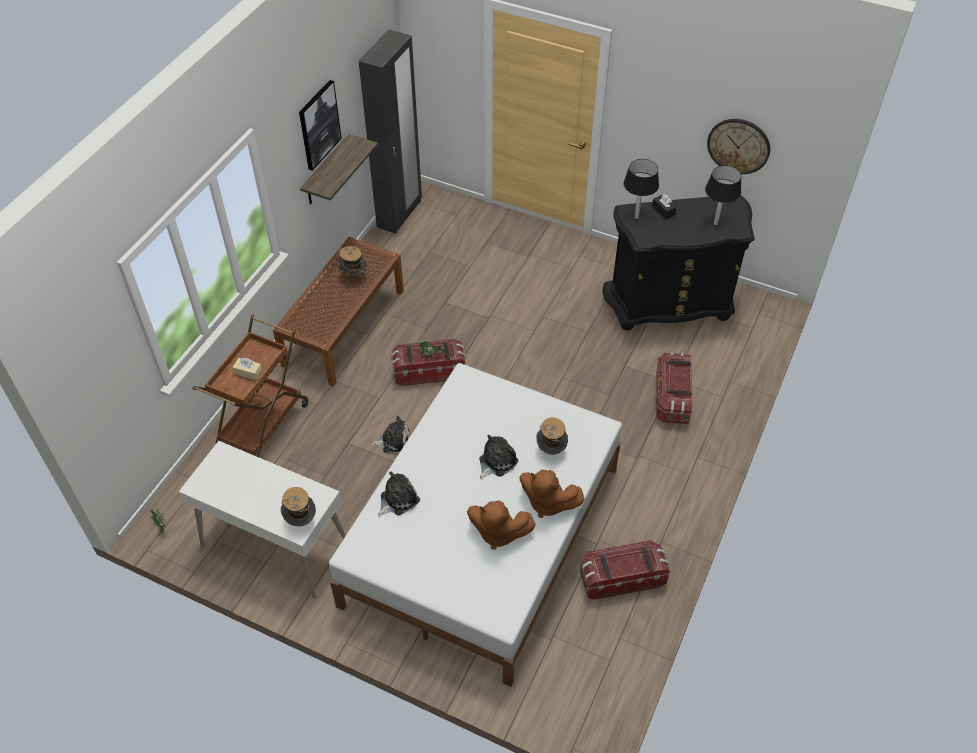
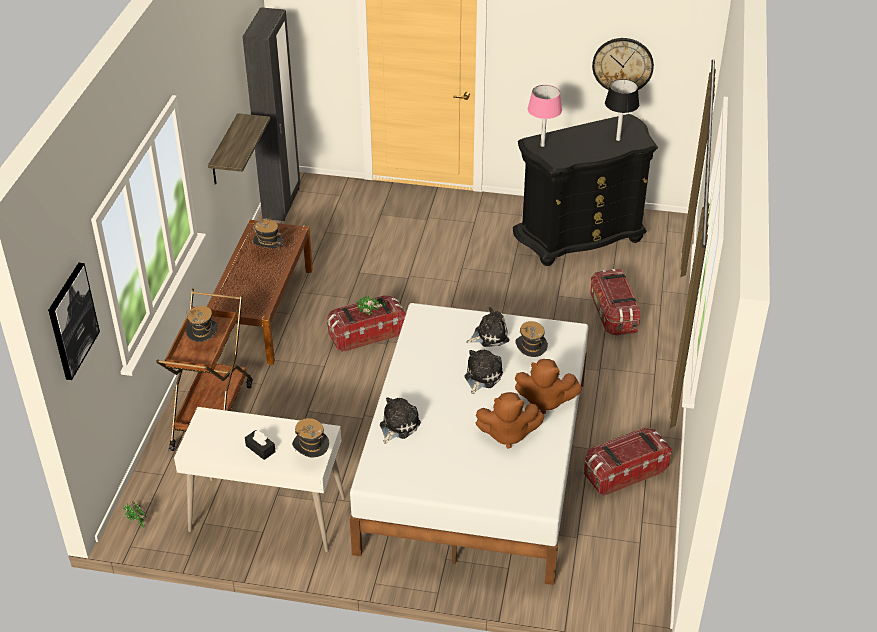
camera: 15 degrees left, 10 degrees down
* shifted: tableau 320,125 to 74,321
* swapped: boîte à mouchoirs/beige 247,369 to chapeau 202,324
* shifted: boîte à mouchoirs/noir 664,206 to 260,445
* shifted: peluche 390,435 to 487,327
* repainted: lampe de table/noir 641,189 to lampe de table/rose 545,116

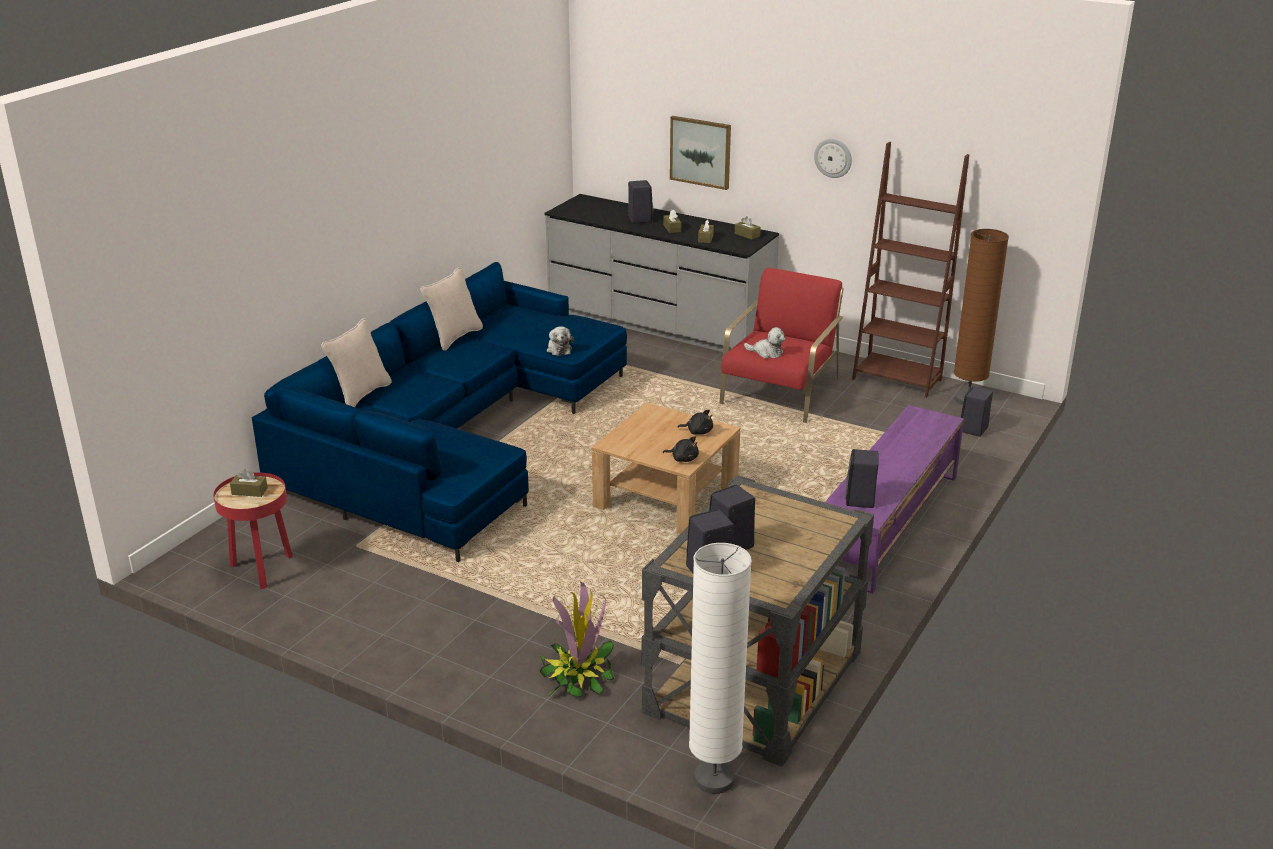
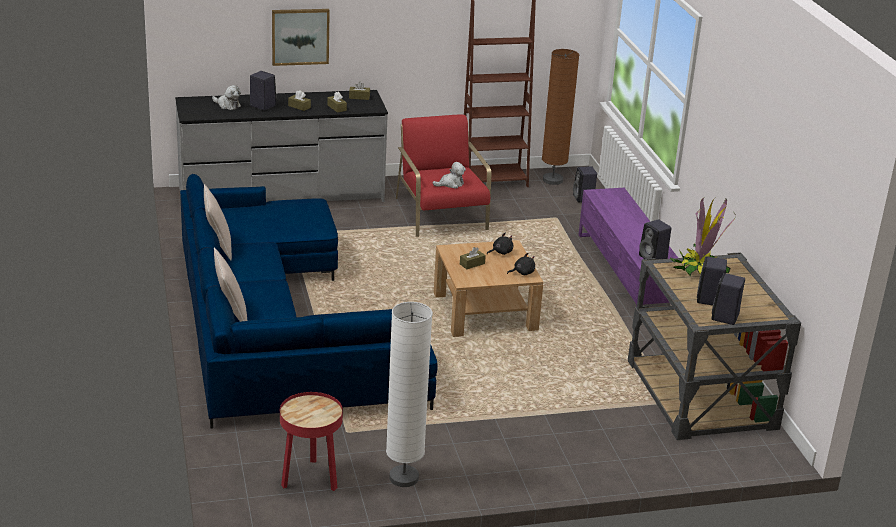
camera: 45 degrees left, 0 degrees up
* shifted: peluche 560,341 to 226,97
* shifted: lampadaire/blanc 720,668 to 409,394
* shifted: boîte à mouchoirs/marron 249,483 to 473,258
* shifted: plante en pot 576,639 to 703,237
* gone: horloge murale 833,158

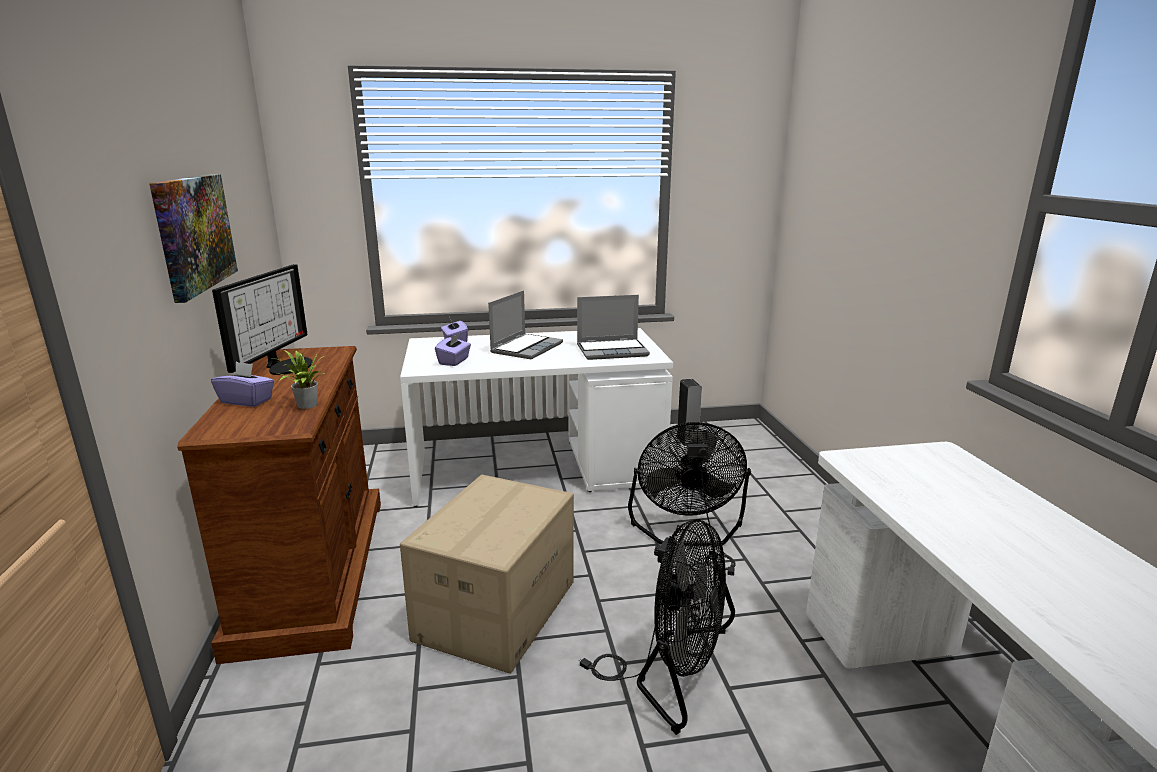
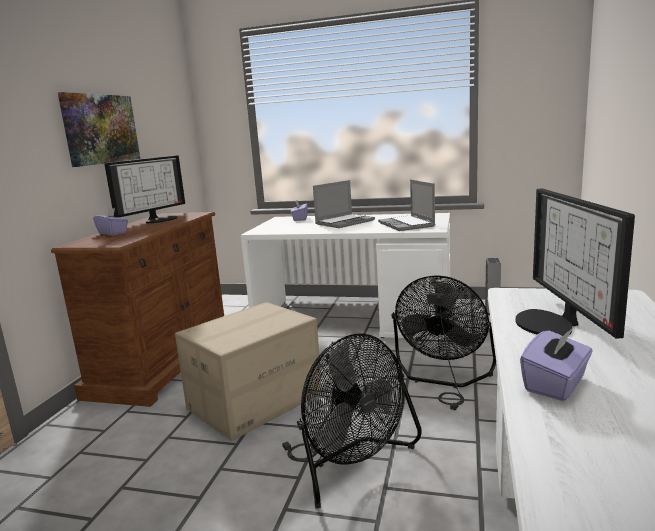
camera: 25 degrees right, 5 degrees down
* rotated: ordinateur portable 613,327 = 407,205 60 degrees clockwise
* new: écran d'ordinateur 575,263
* shifted: boîte à mouchoirs/violet 453,349 to 556,364
* gone: plante en pot 300,379

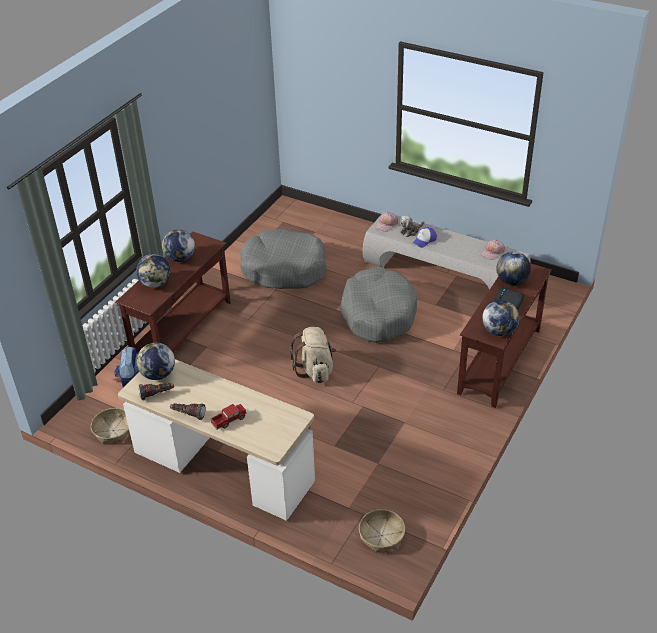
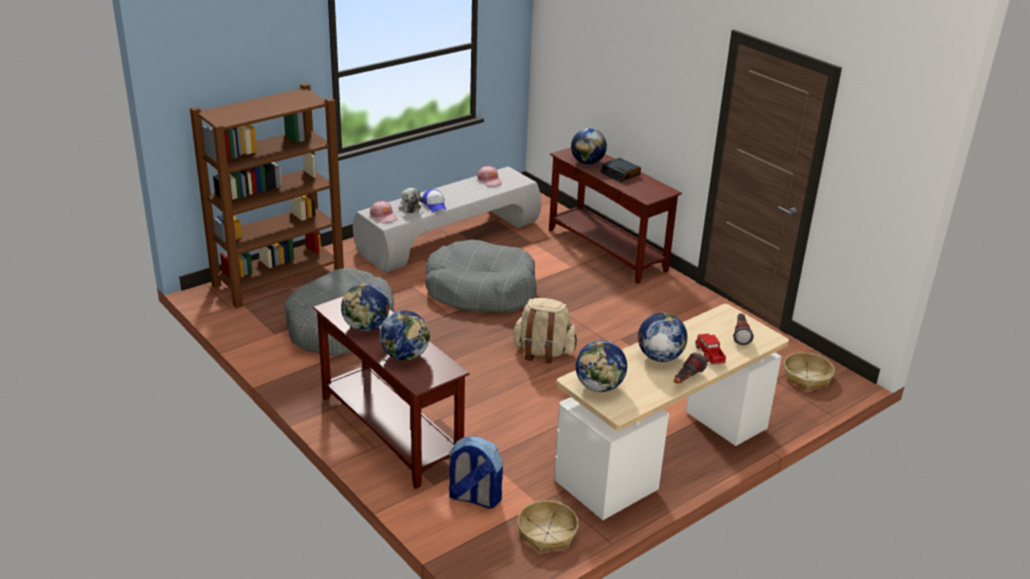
camera: 70 degrees left, 10 degrees down
* new: bibliothèque/marron 267,195
* shifted: globe 500,318 to 663,337
* shifted: lampe de poche 156,391 to 743,329

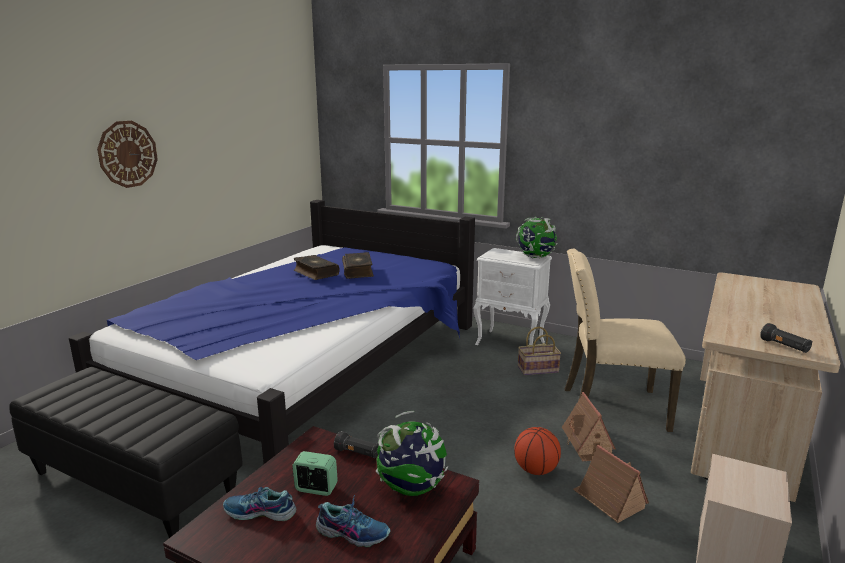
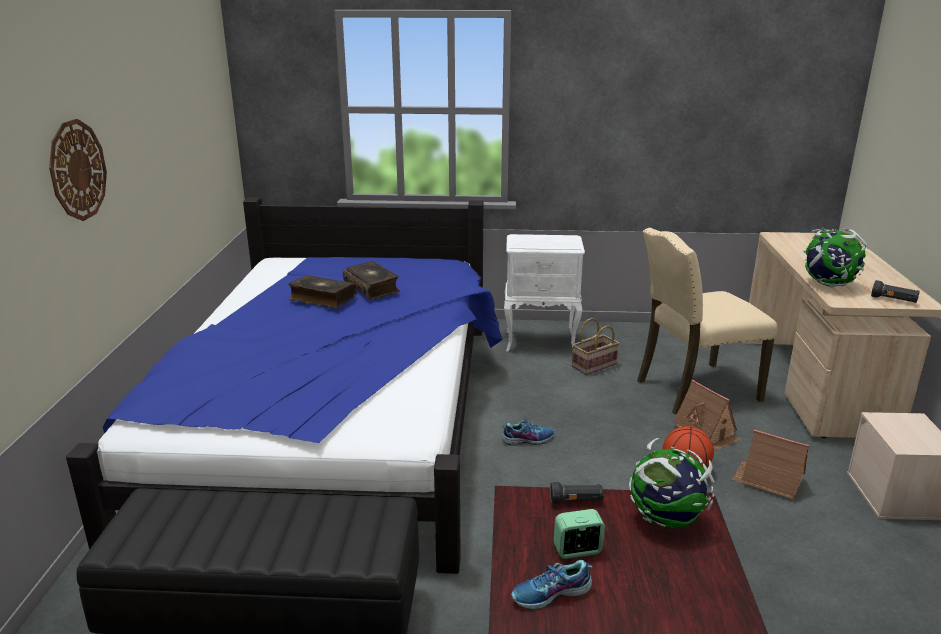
camera: 25 degrees left, 5 degrees up
* shifted: chaussure 353,521 to 527,430
* shifted: globe 536,237 to 836,257

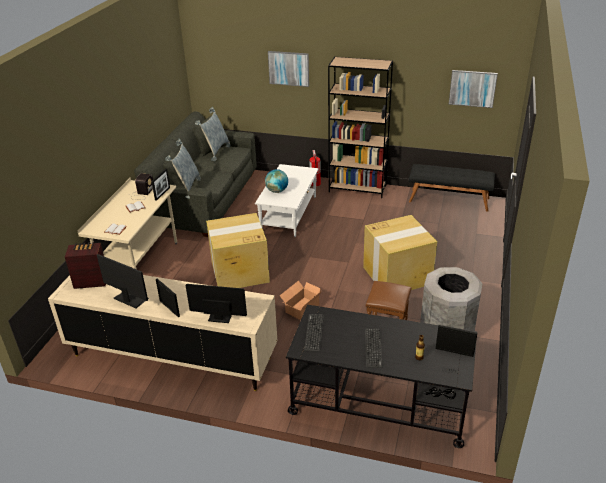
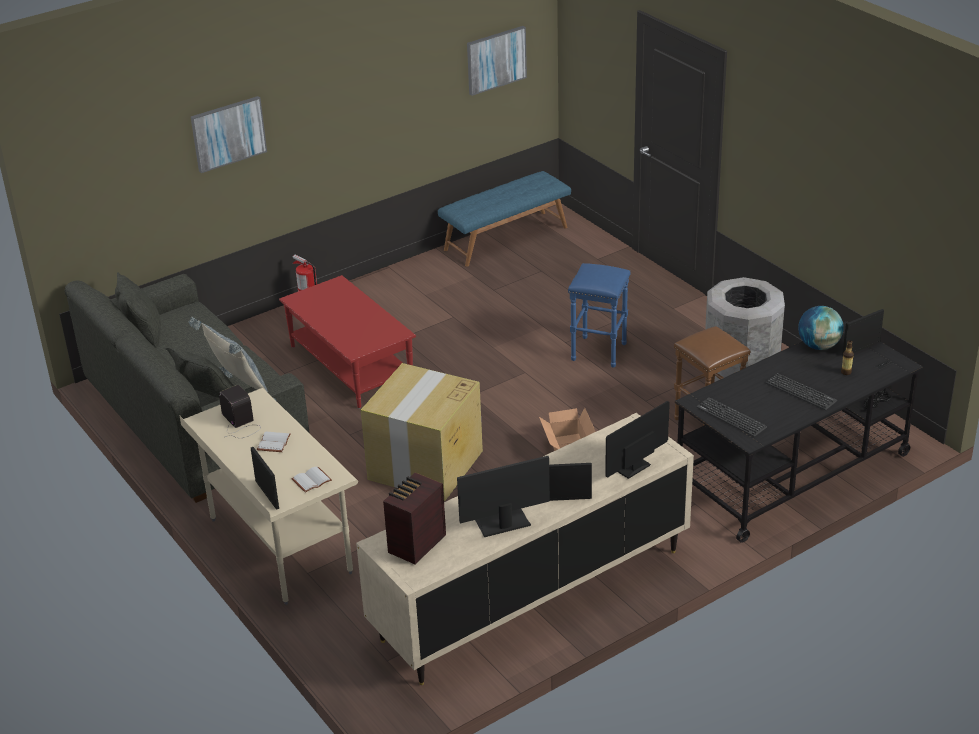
camera: 50 degrees left, 0 degrees up
* shifted: cadre photo 161,185 to 265,478
* repainted: table basse/blanc 287,200 to table basse/rouge 347,342
* repainted: banc/noir 452,188 to banc/bleu 504,219
* swapped: carton 400,252 to tabouret/bleu 599,315
* shifted: globe 276,181 to 821,328
* gone: coussin 212,134
* gone: bibliothèque/beige 360,127

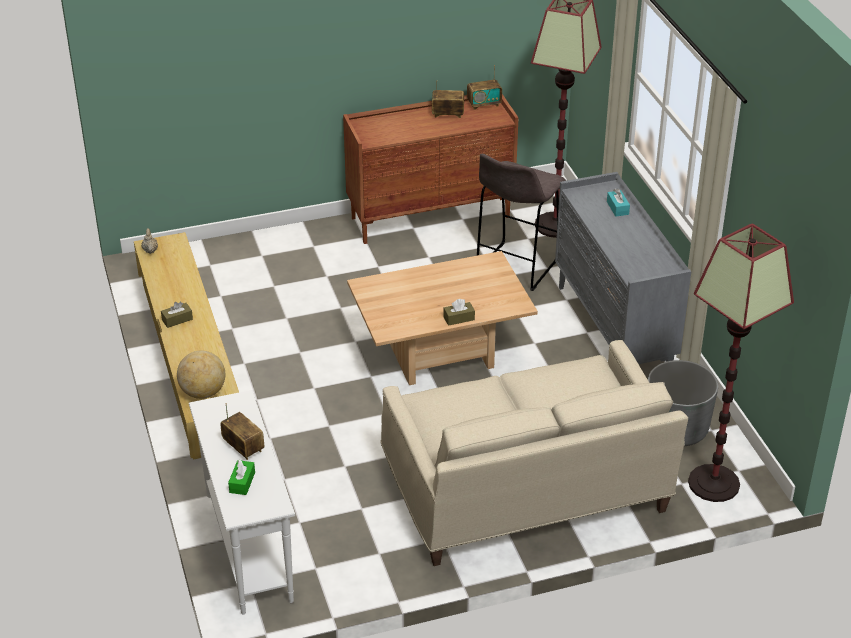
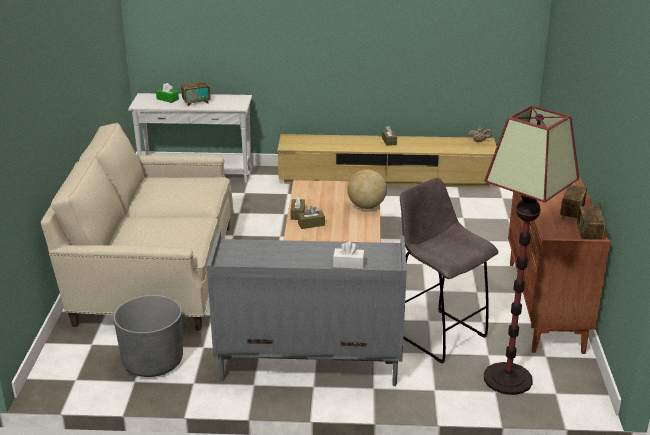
camera: 110 degrees right, 10 degrees down
* new: boîte à mouchoirs/marron 311,217
* repainted: boîte à mouchoirs/turquoise 618,203 to boîte à mouchoirs/blanc 349,255
* shifted: globe 201,374 to 367,189
* gone: lampadaire 741,363

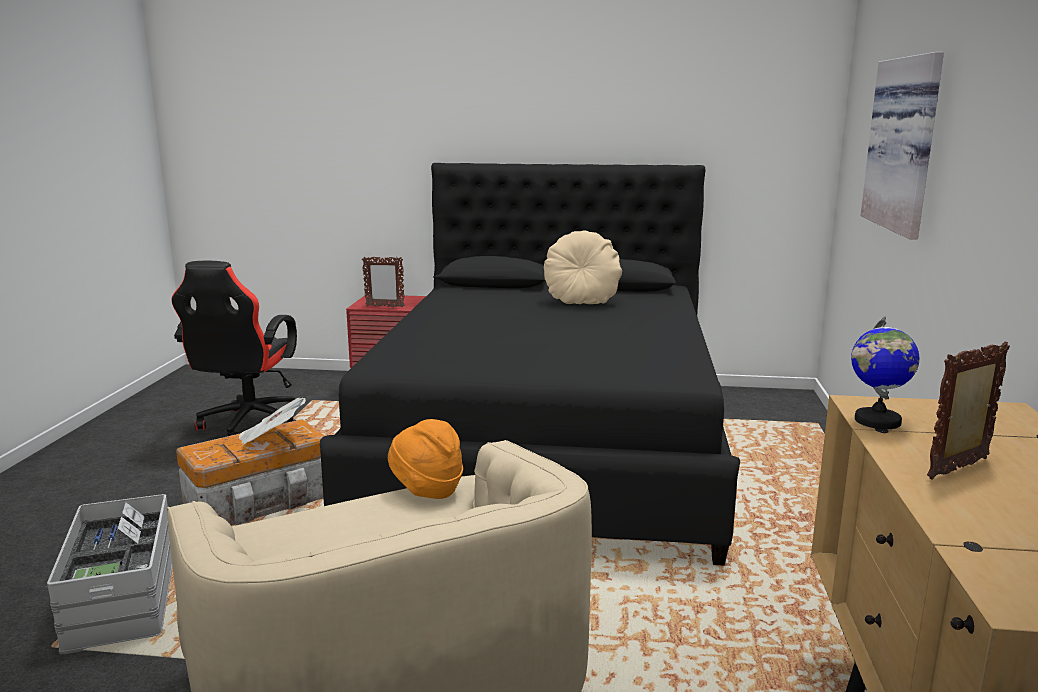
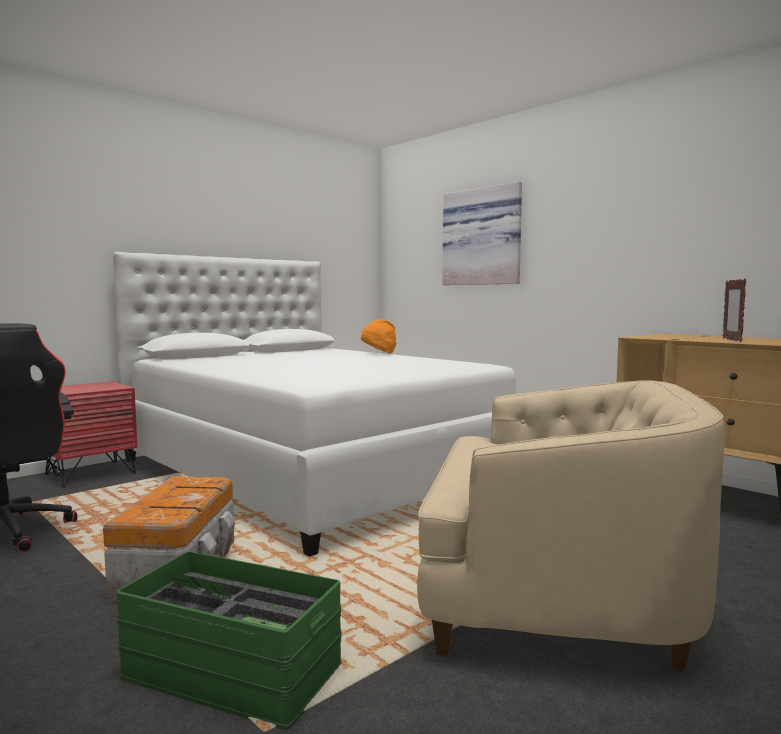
camera: 50 degrees left, 10 degrees down
* repainted: lit/noir 530,364 to lit/blanc 314,404
* repainted: boîte de rangement/gris 109,574 to boîte de rangement/vert 229,640
* shifted: chapeau/orange 425,459 to 378,336
* gone: journal 272,421
* gone: cadre photo 383,282
* gone: coussin/beige 583,267
* gone: globe 885,373

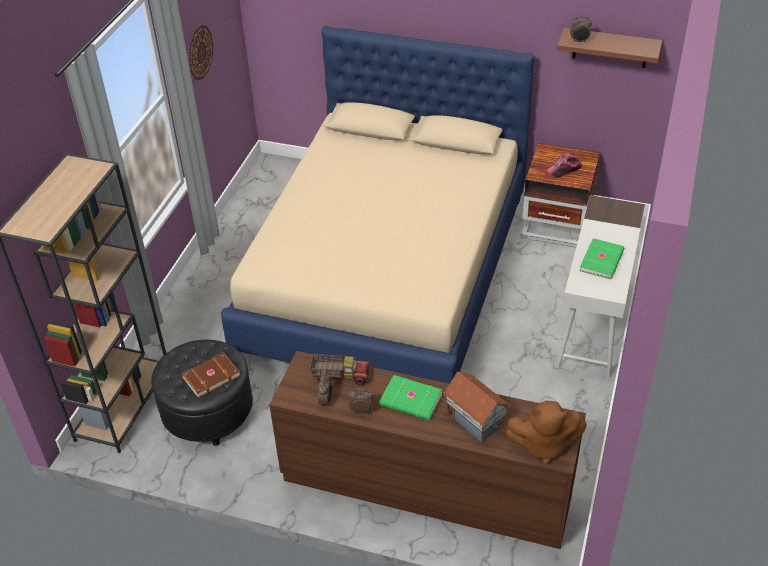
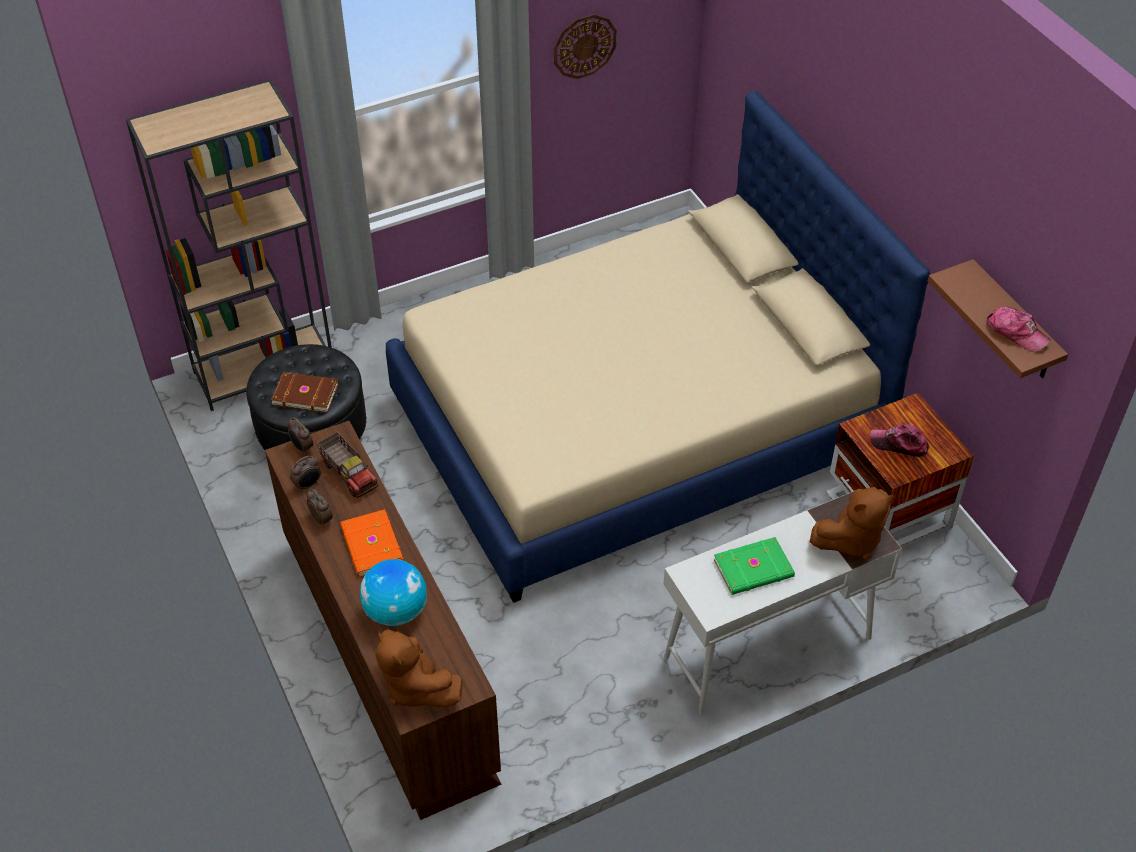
camera: 45 degrees right, 5 degrees up
* shifted: réveil 581,29 to 300,436
* repainted: livre/vert 411,398 to livre/orange 371,543
* swapped: maison miniature 476,407 to globe 393,592
* new: peluche/marron 852,523
* new: casquette 1019,329

